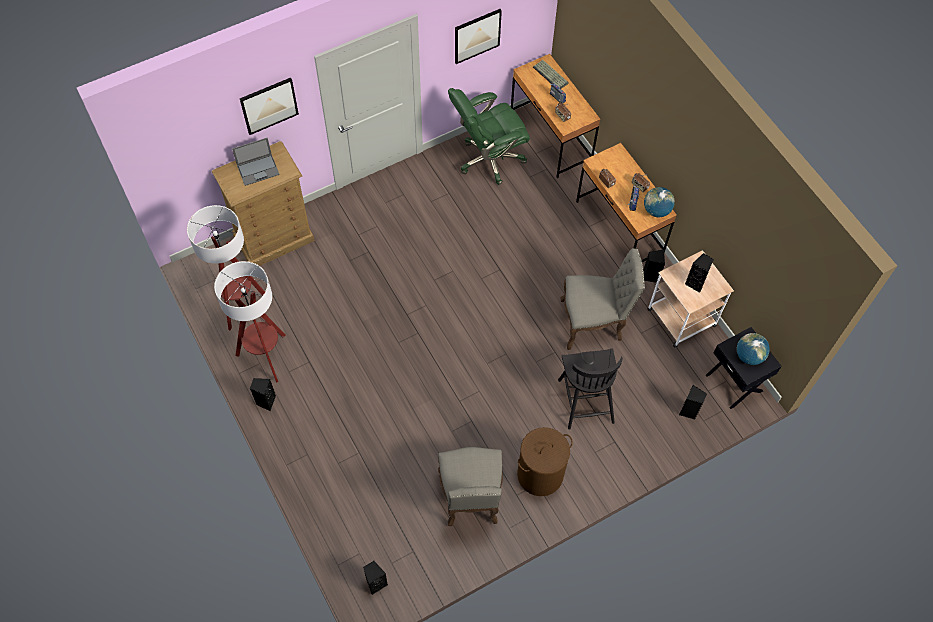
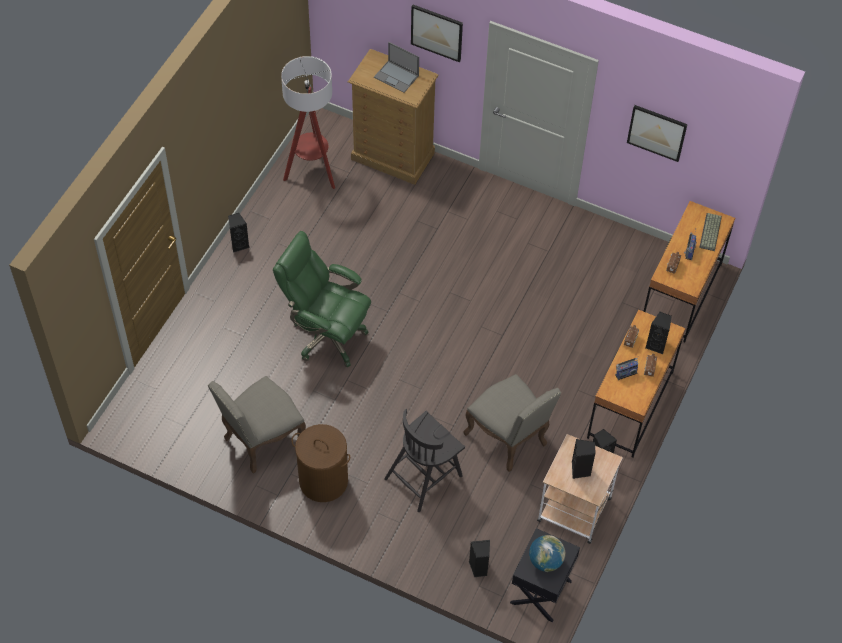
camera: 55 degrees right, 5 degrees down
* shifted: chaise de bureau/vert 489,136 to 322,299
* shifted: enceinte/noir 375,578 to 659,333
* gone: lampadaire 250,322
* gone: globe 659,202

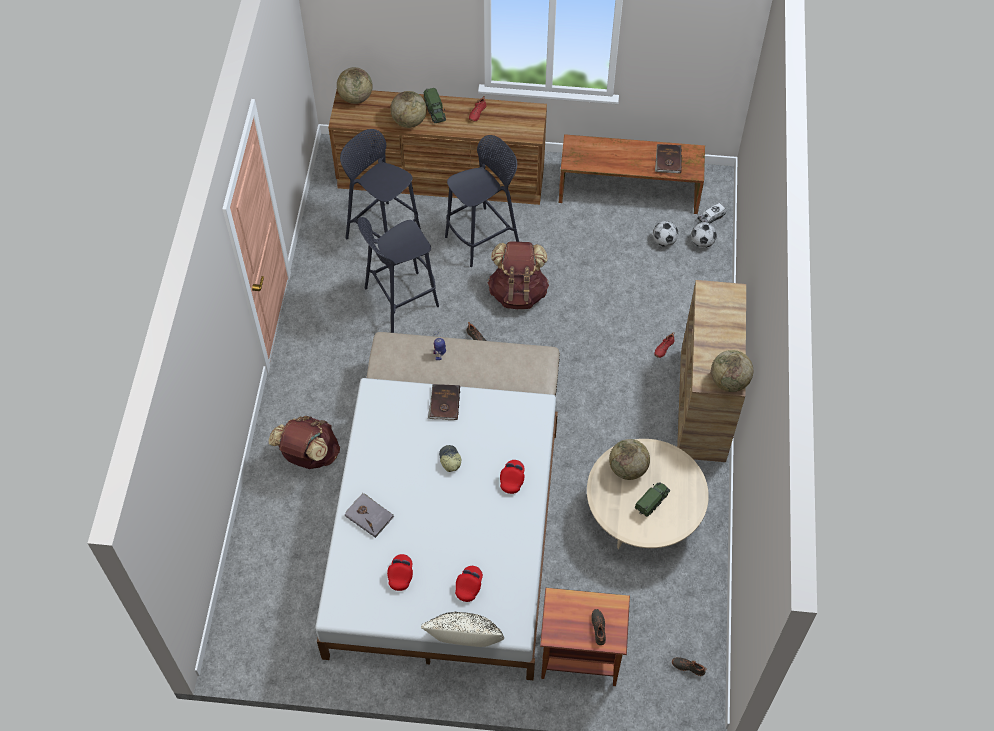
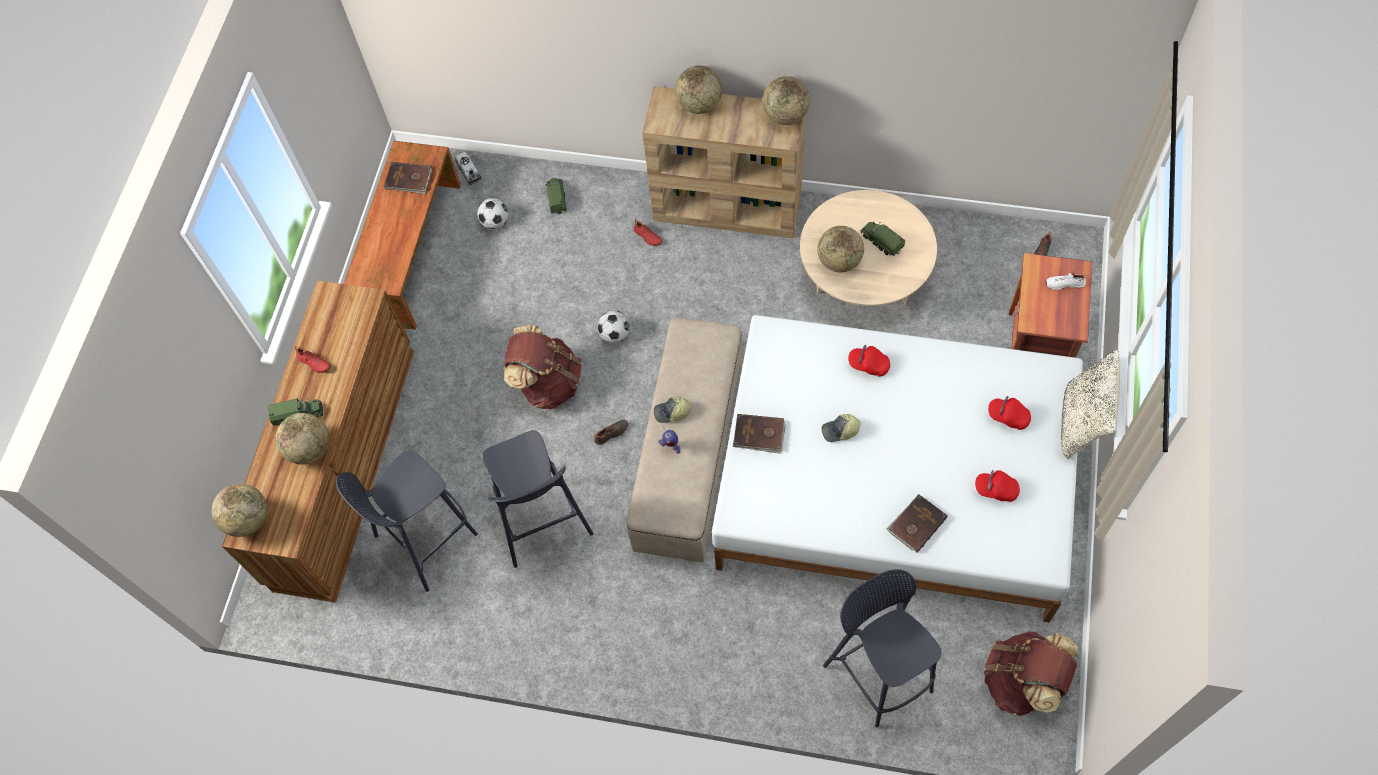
camera: 80 degrees left, 5 degrees up
* new: camion jouet 556,196
* shifted: ballon de foot 704,235 to 613,326
* new: casquette 672,409
* new: globe 698,90
* shifted: tabouret/gris 482,201 to 882,648
* repainted: livre/gris 369,515 to livre/marron 917,523
* shifted: sac à dos/marron 304,442 to 1031,673
* repainted: chaussure/noir 598,627 to chaussure/blanc 1066,280

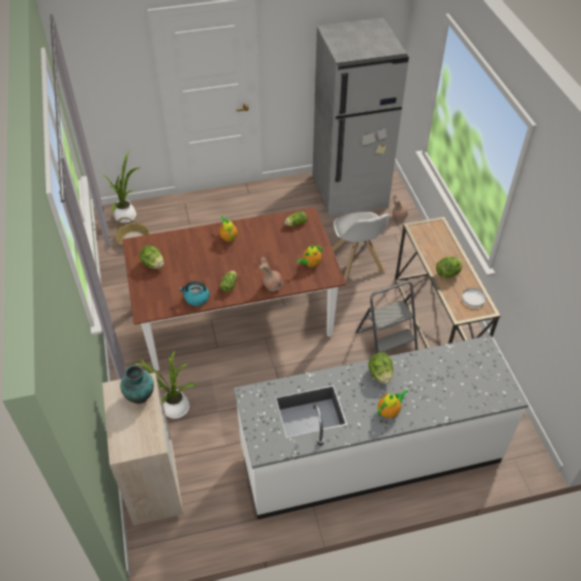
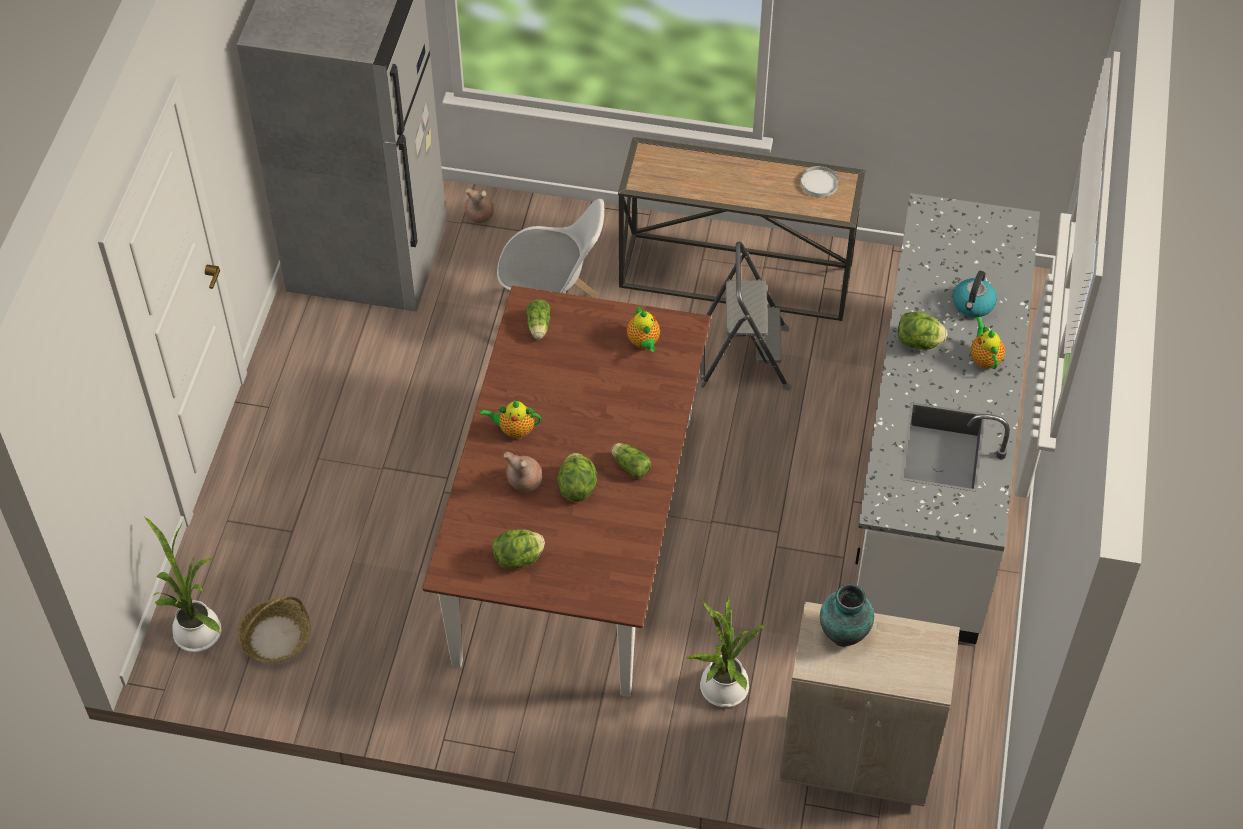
camera: 65 degrees left, 5 degrees up
* shifted: vase/marron 271,274 to 522,472
* shifted: laitue 449,267 to 577,477
* shifted: bouilloire 194,293 to 975,294

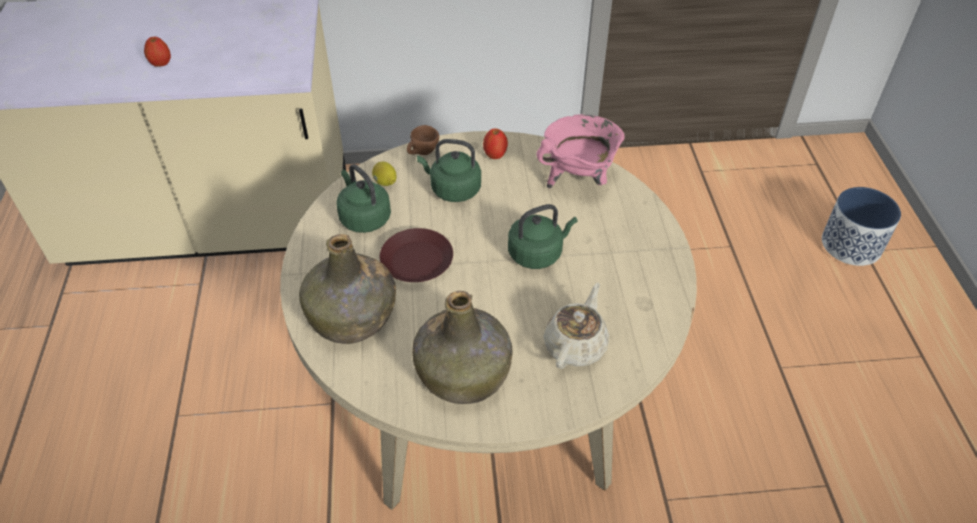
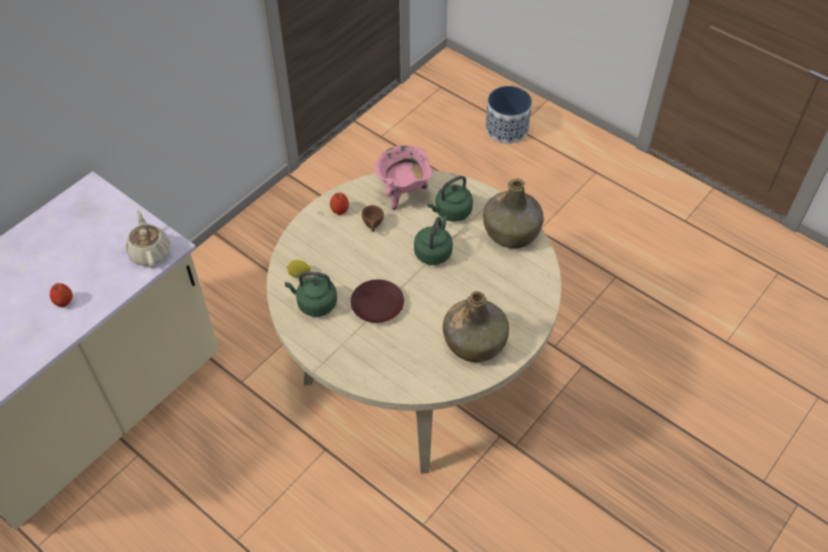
camera: 45 degrees left, 5 degrees up
* shifted: théière/beige 576,326 to 148,238
* shifted: tasse/marron 423,140 to 373,218
* shifted: bouilloire/vert 449,170 to 450,199
* shifted: bouteille/vert 347,289 to 513,213

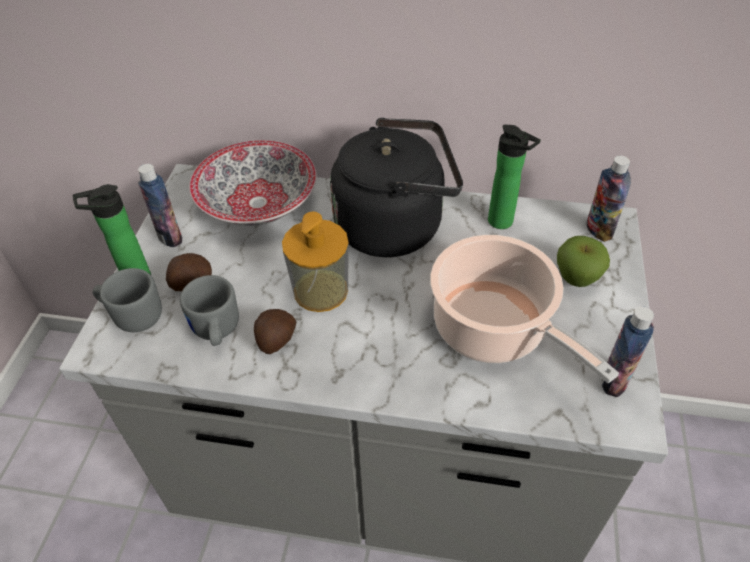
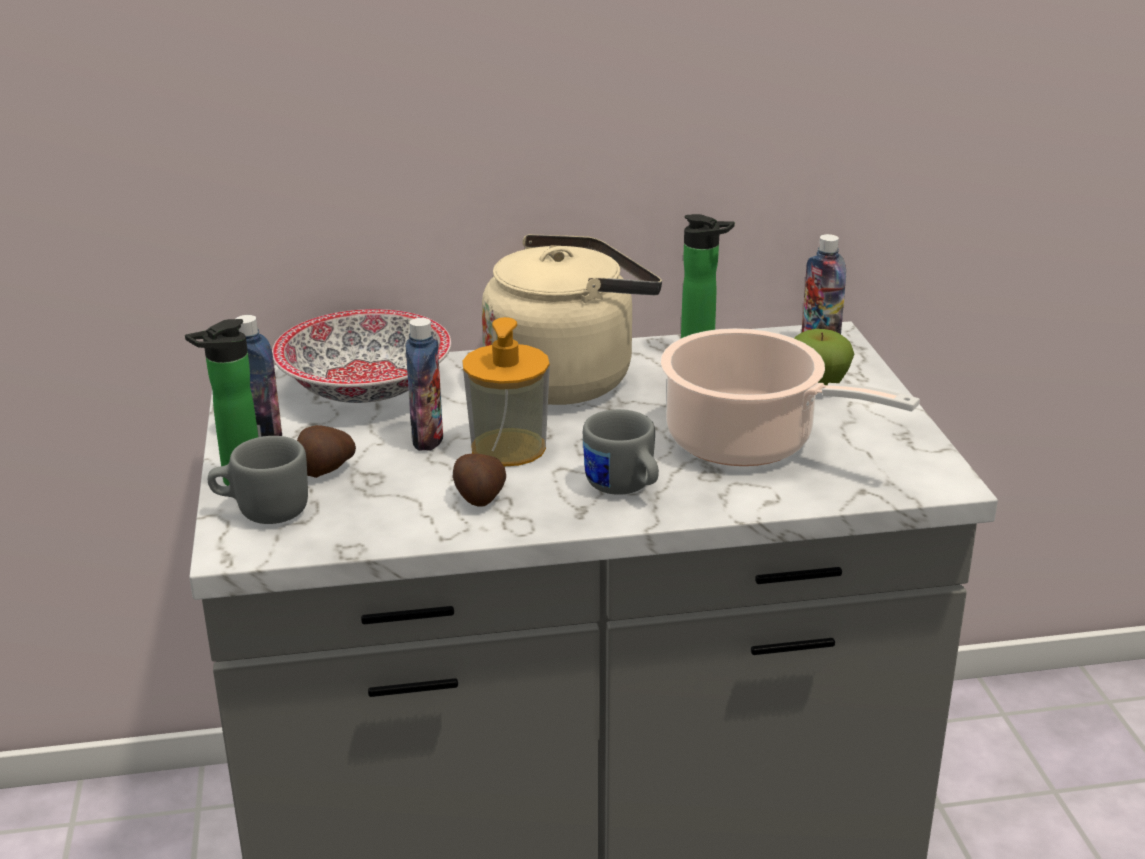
camera: 20 degrees left, 20 degrees down
* shifted: bouteille 627,351 to 424,384
* repainted: bouilloire/noir 396,187 to bouilloire/beige 572,319
* shifted: mug/gris 209,310 to 621,452

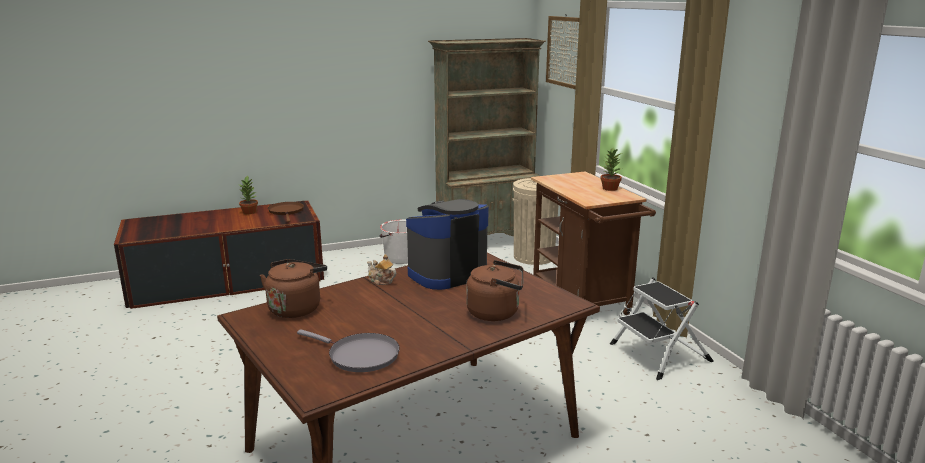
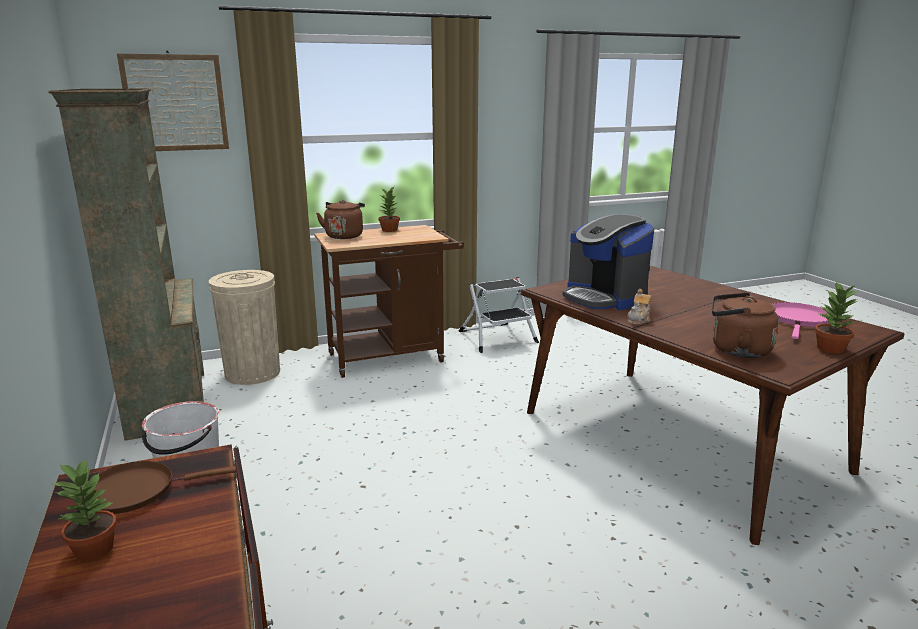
camera: 90 degrees left, 0 degrees up
* shifted: bouilloire/marron 494,290 to 340,219
* repainted: poêle/gris 348,350 to poêle/rose 801,320
* new: plante en pot 837,317

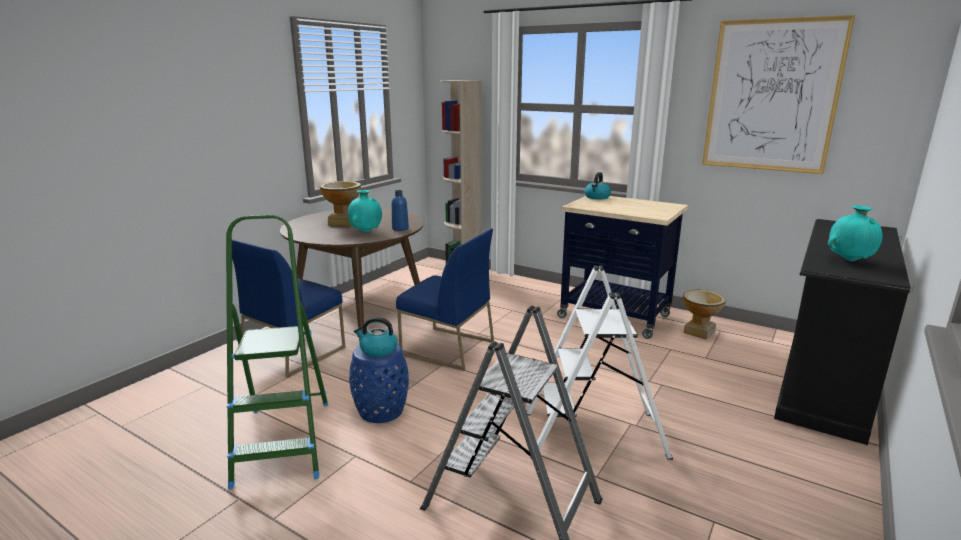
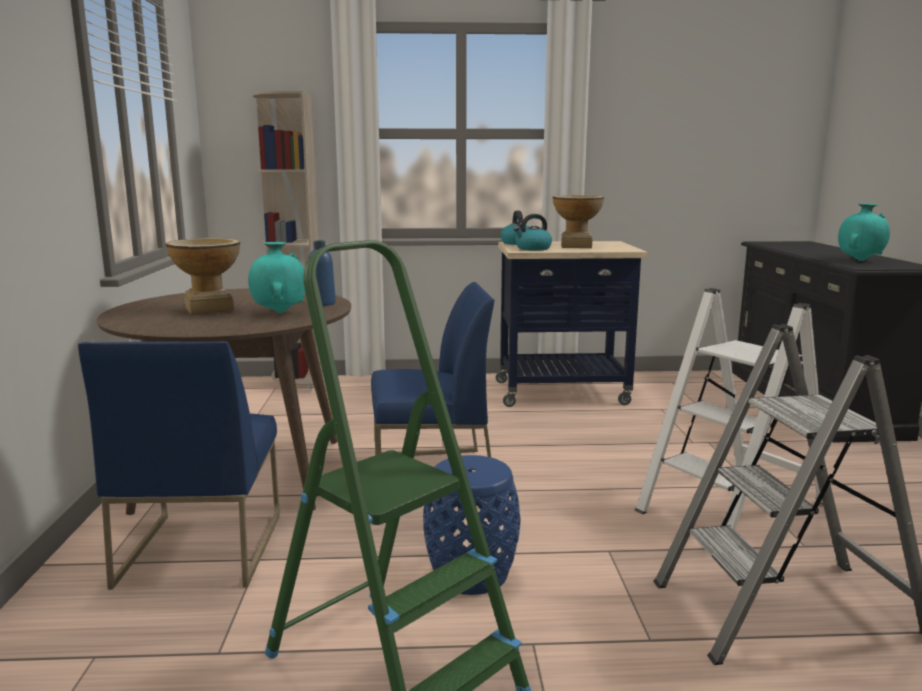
camera: 35 degrees left, 5 degrees down
* shifted: bouilloire 376,337 to 533,232
* shifted: vase 704,314 to 578,221
* gone: tableau 778,94

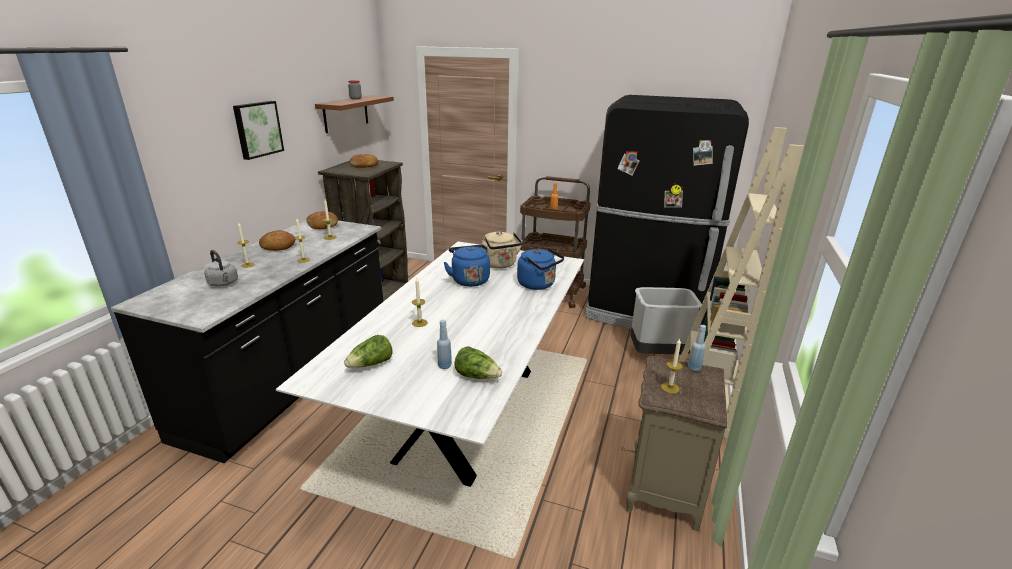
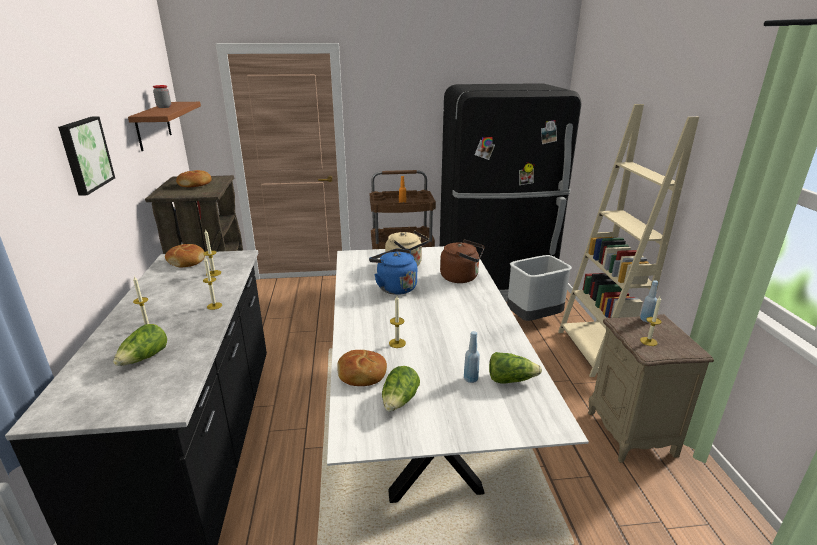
camera: 25 degrees left, 0 degrees up
* swapped: bouilloire/gris 221,268 to laitue 140,345
* shifted: pain 277,240 to 362,368
* repainted: bouilloire/bleu 540,269 to bouilloire/marron 462,261

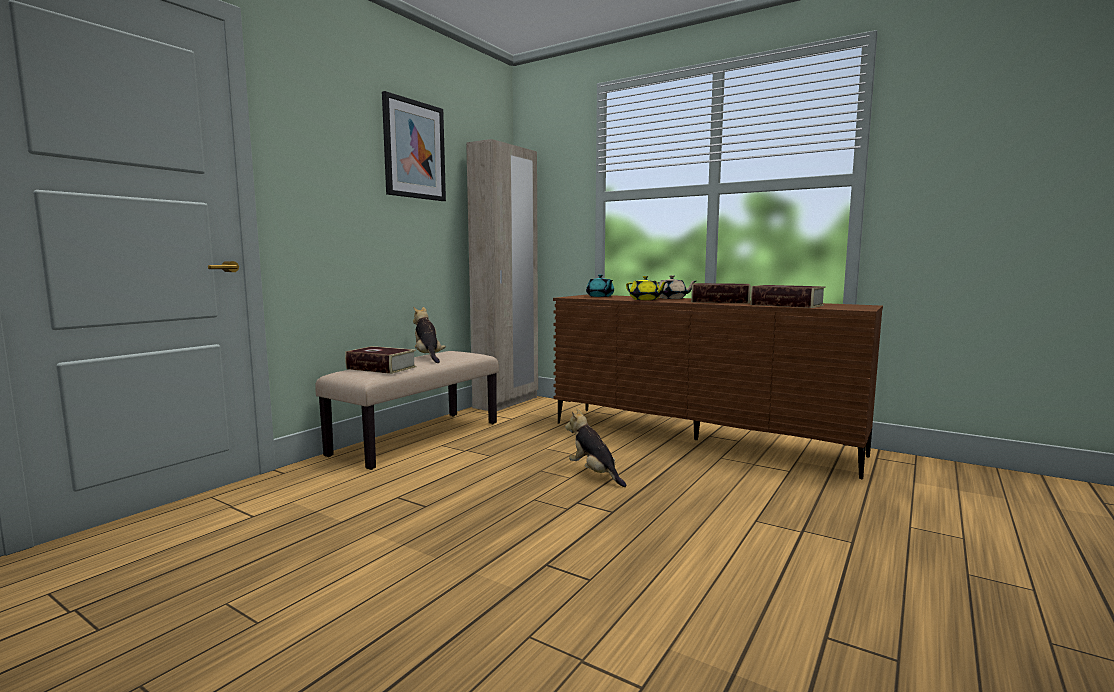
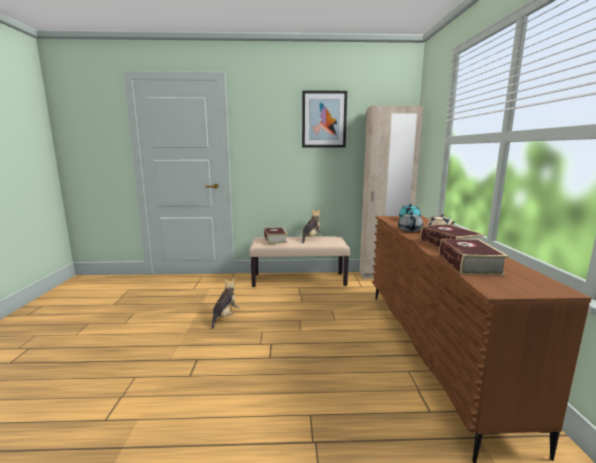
camera: 55 degrees right, 5 degrees up
* shifted: peluche 595,448 to 226,303
* repainted: théière/jaune 646,288 to théière/gris 410,222

